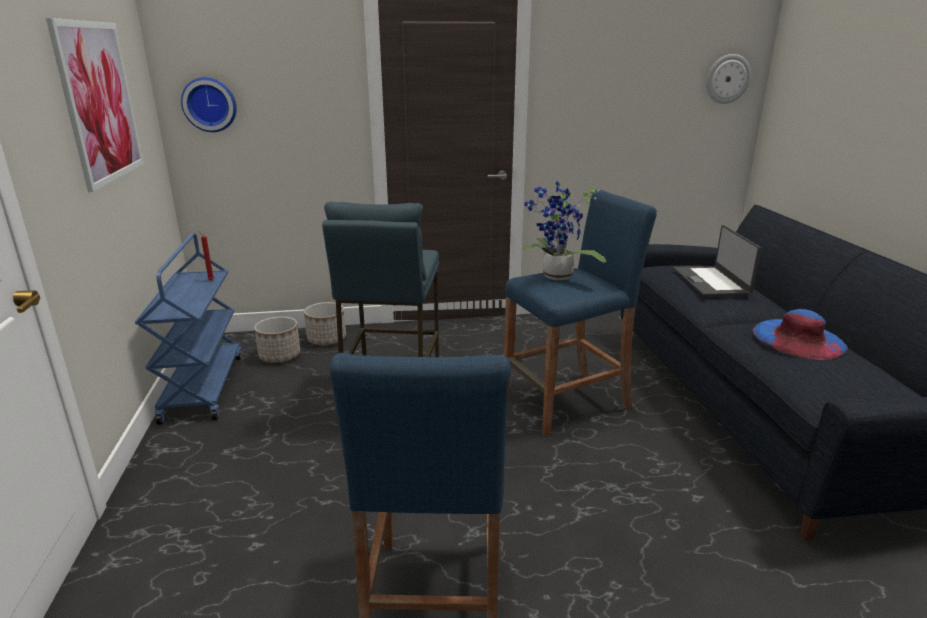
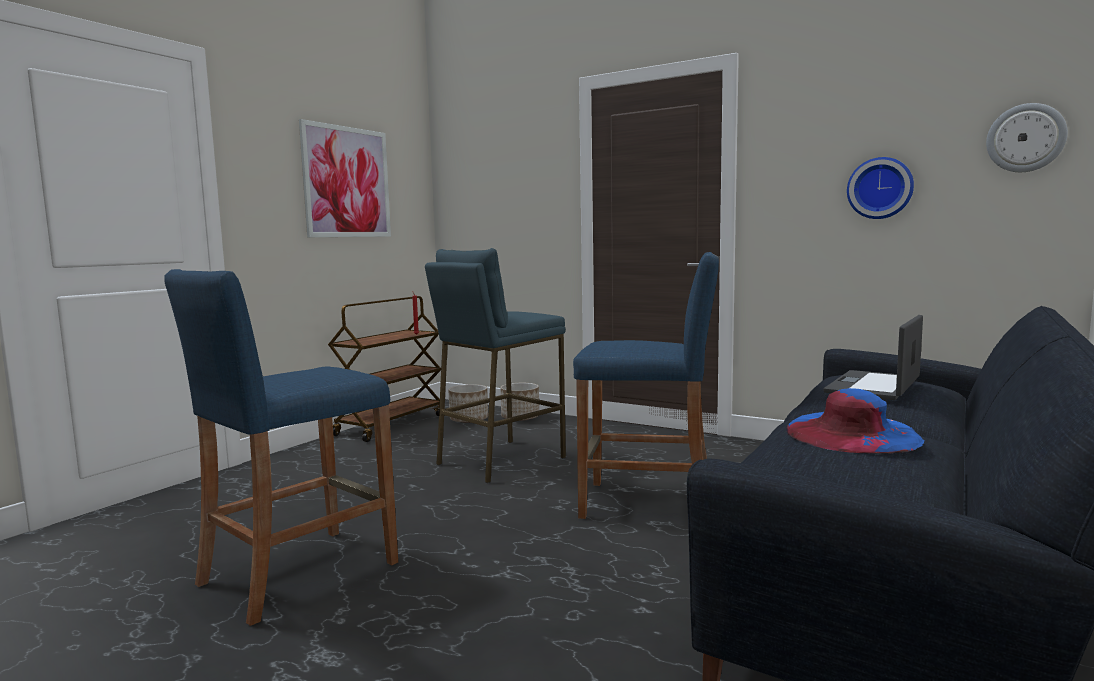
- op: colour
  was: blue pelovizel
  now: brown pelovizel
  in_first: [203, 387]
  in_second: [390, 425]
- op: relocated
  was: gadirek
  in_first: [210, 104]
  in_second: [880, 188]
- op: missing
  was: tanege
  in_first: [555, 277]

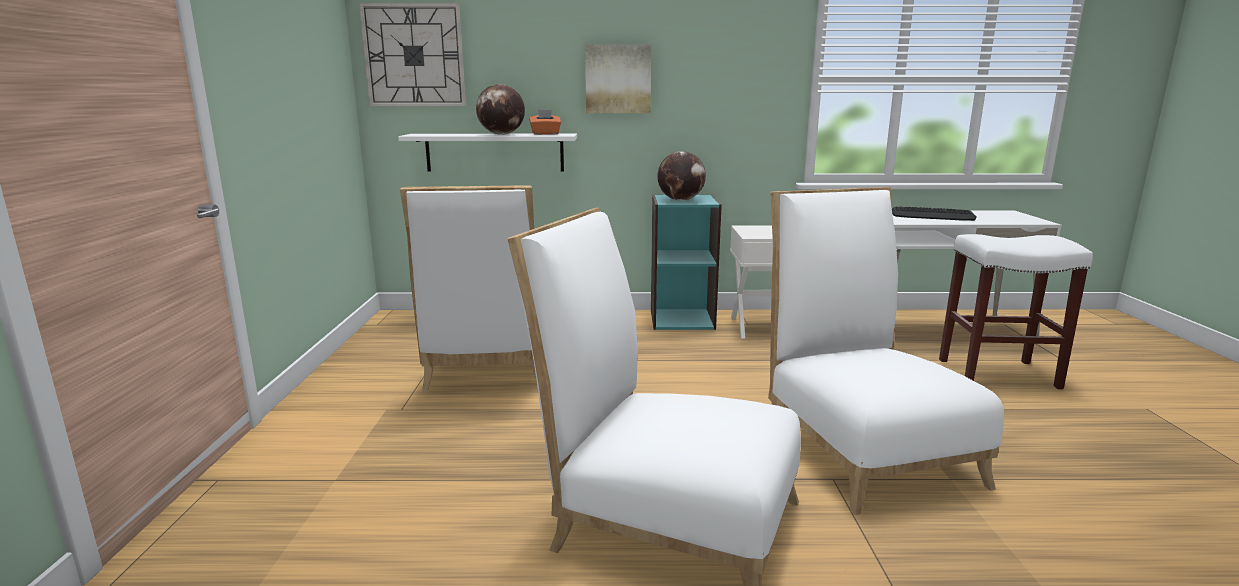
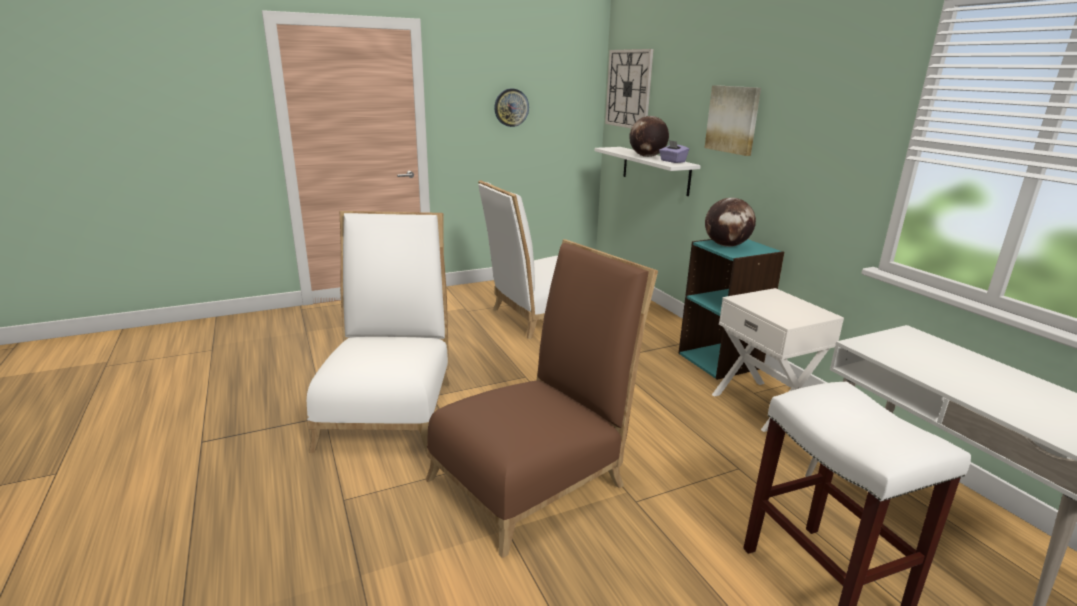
- op: colour
  was: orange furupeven
  now: purple furupeven
  in_first: [545, 134]
  in_second: [672, 161]
- op: colour
  was: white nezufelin
  now: brown nezufelin
  in_first: [860, 446]
  in_second: [535, 477]
- op: missing
  was: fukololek
  in_first: [932, 215]
- op: appeared
  now: gadirek
  in_second: [511, 107]

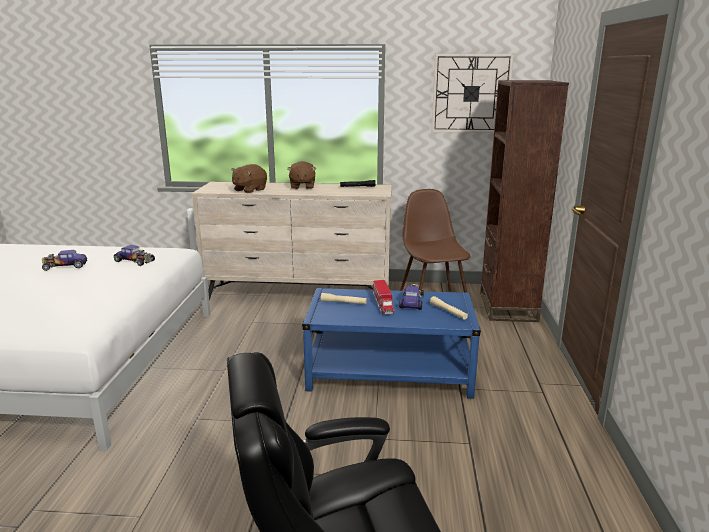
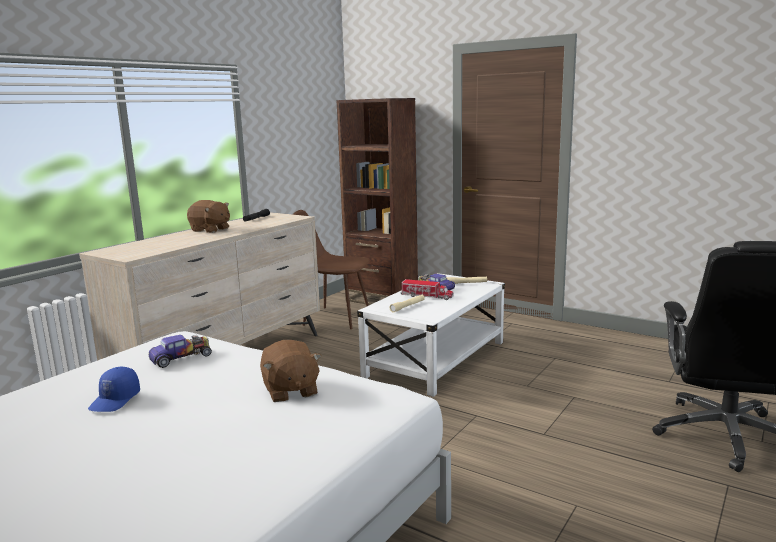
- op: exchanged
  was: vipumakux
  now: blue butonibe
  in_first: [65, 266]
  in_second: [115, 400]
- op: relocated
  was: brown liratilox
  in_first: [249, 190]
  in_second: [290, 391]
- op: colour
  was: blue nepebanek
  now: white nepebanek
  in_first: [389, 372]
  in_second: [436, 359]
- op: missing
  was: gadirek
  in_first: [471, 93]

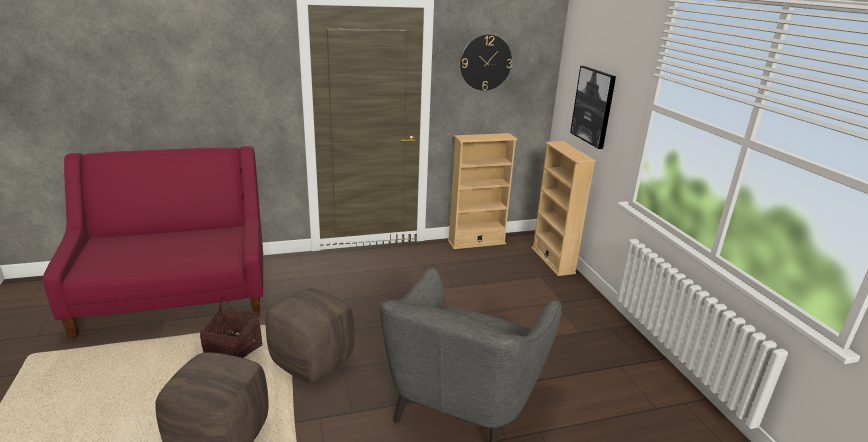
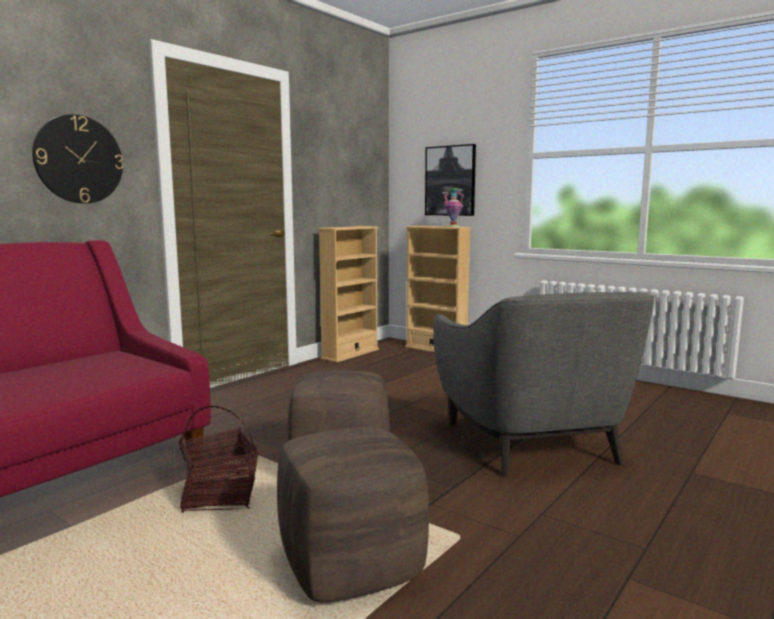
- op: relocated
  was: gadirek
  in_first: [485, 62]
  in_second: [79, 159]
- op: appeared
  now: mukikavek
  in_second: [453, 226]

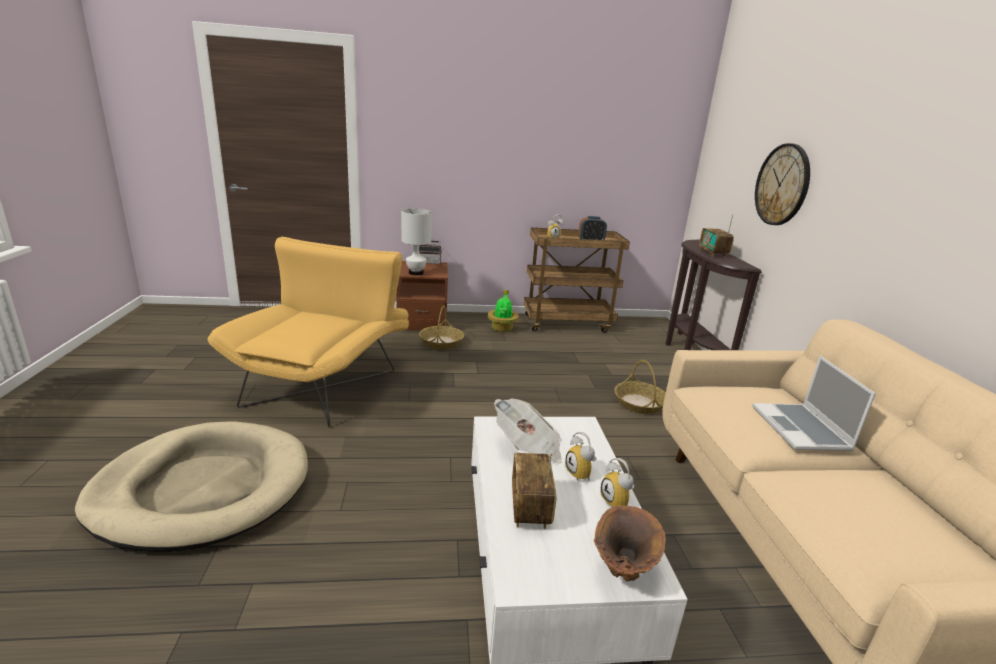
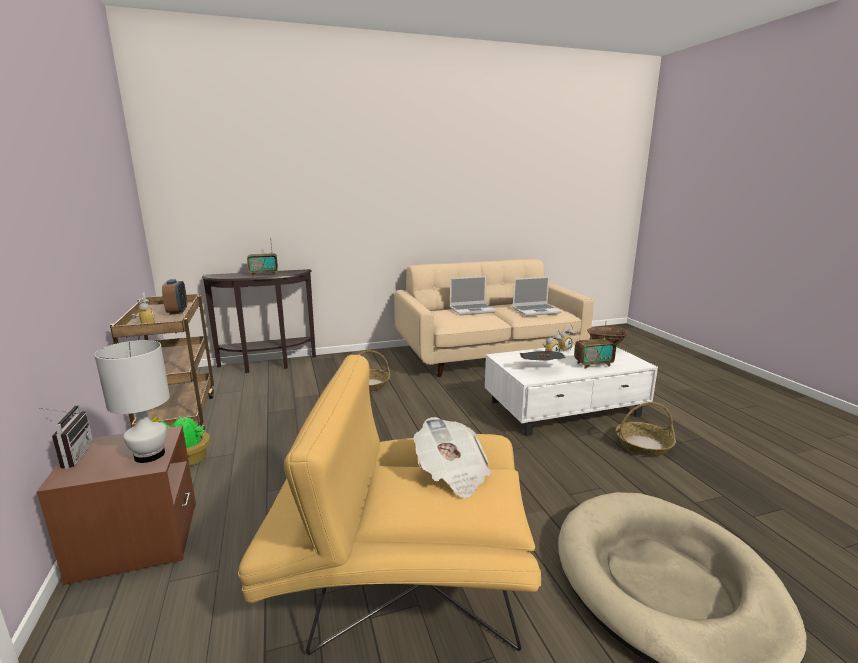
- op: relocated
  was: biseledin
  in_first: [441, 342]
  in_second: [643, 445]
- op: missing
  was: gadirek
  in_first: [782, 185]
- op: appeared
  now: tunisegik
  in_second: [452, 474]
- op: appeared
  now: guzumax
  in_second: [536, 311]

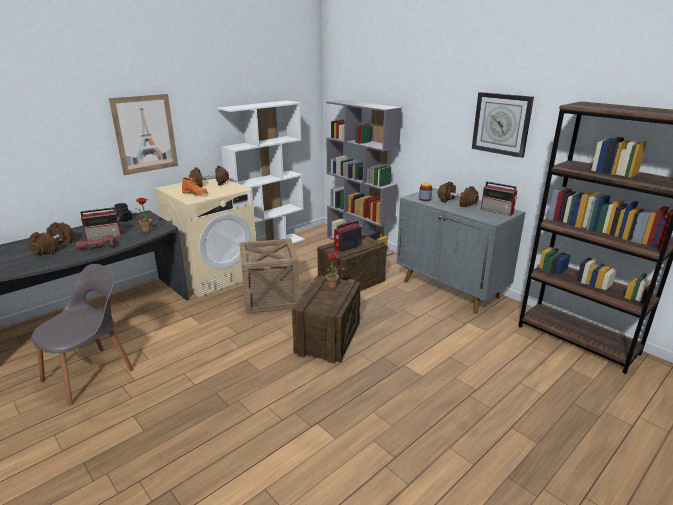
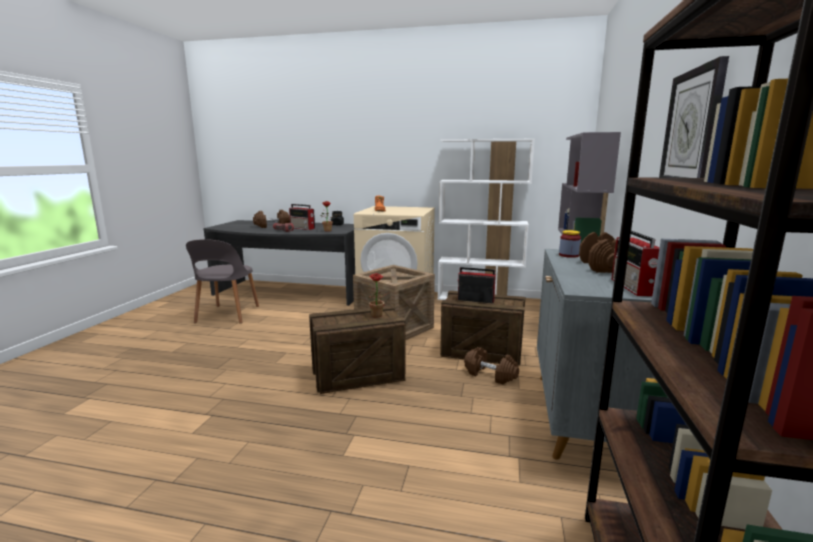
- op: spun
  was: grey nezufelin
  in_first: [90, 373]
  in_second: [227, 315]
  clockwise: 90
- op: missing
  was: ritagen
  in_first: [145, 134]
- op: relocated
  was: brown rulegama
  in_first: [210, 184]
  in_second: [490, 375]

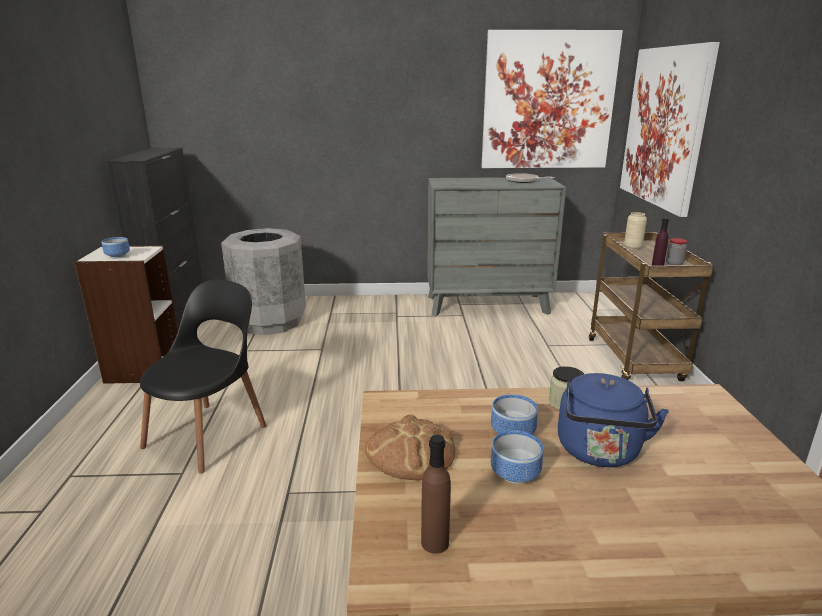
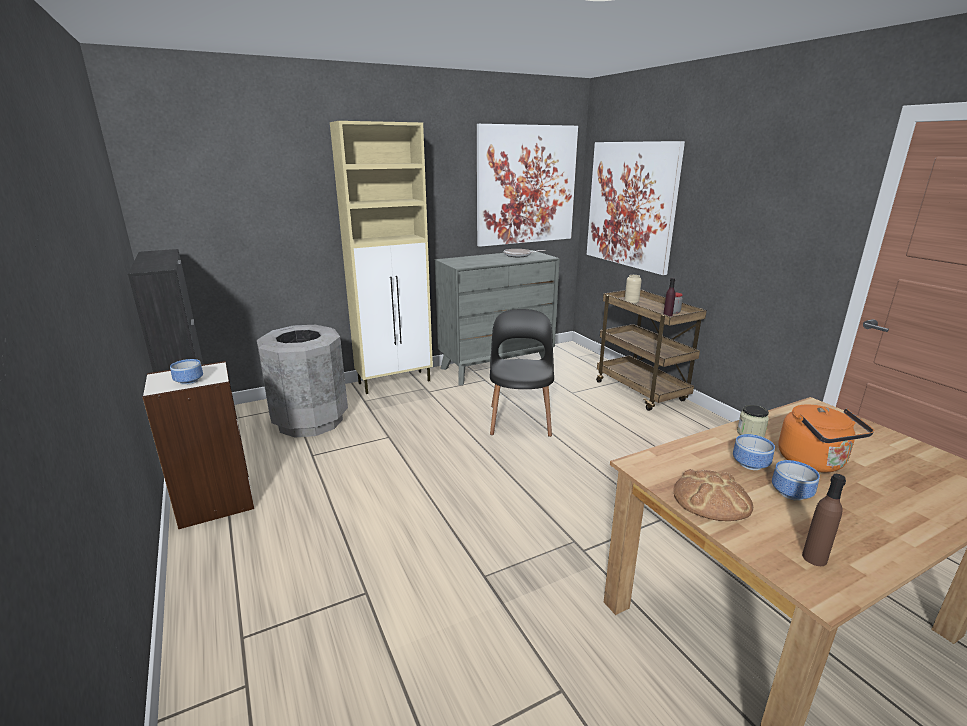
- op: relocated
  was: black nezufelin
  in_first: [209, 434]
  in_second: [520, 418]
- op: colour
  was: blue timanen
  now: orange timanen
  in_first: [599, 452]
  in_second: [814, 463]
- op: appeared
  now: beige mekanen
  in_second: [395, 382]

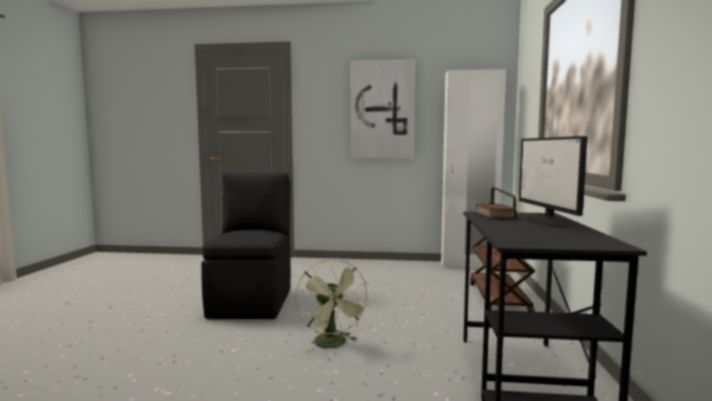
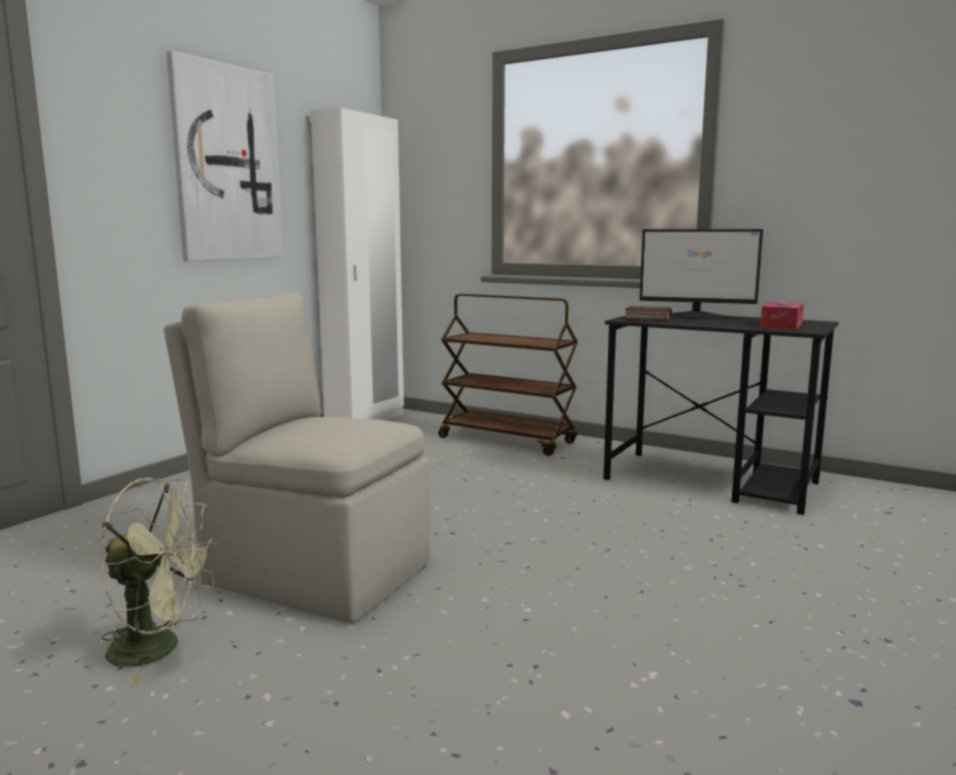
- op: colour
  was: black nezufelin
  now: beige nezufelin
  in_first: [252, 302]
  in_second: [314, 572]
- op: relocated
  was: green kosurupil
  in_first: [333, 344]
  in_second: [160, 648]
- op: appeared
  now: furupeven
  in_second: [781, 325]

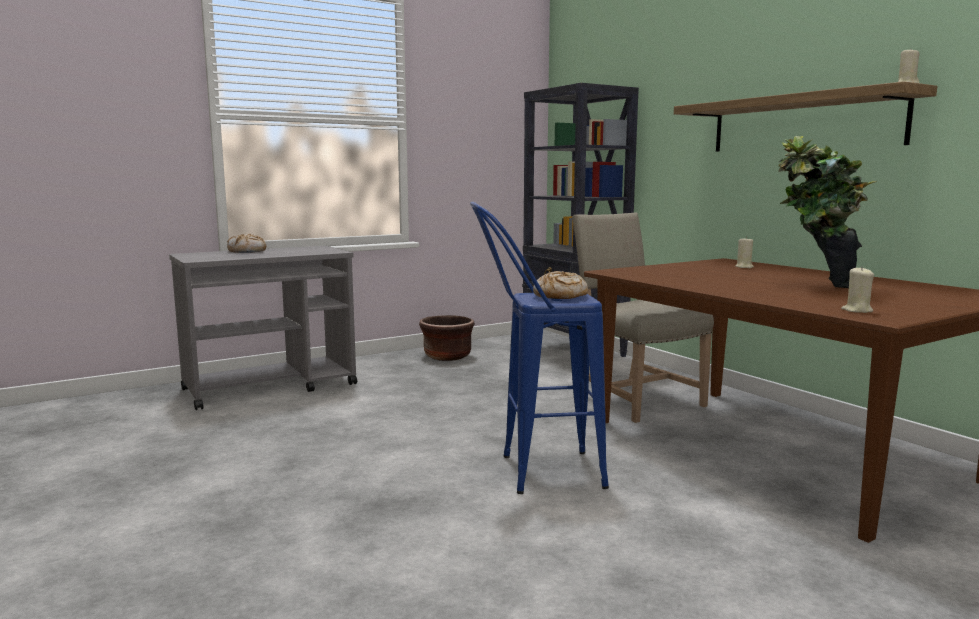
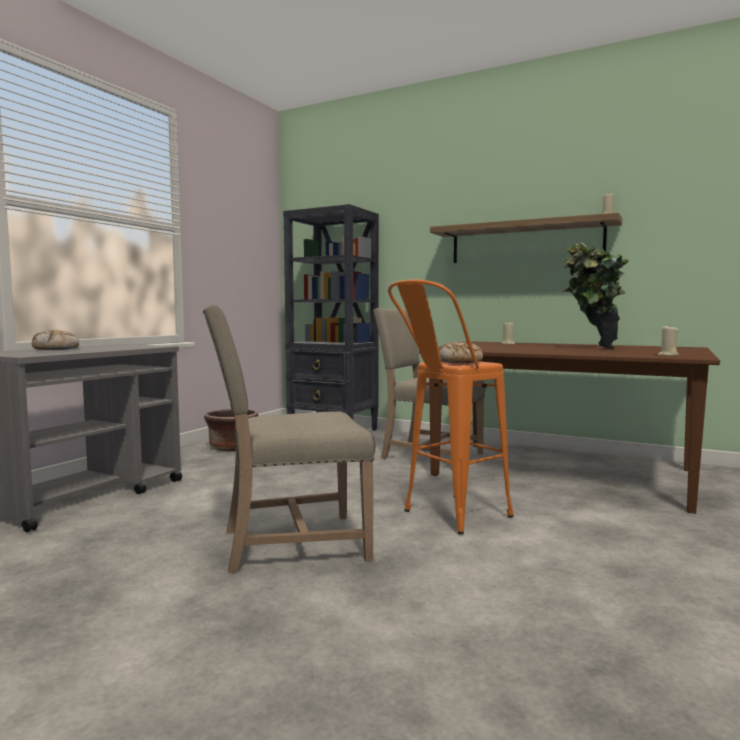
- op: colour
  was: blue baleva
  now: orange baleva
  in_first: [534, 473]
  in_second: [446, 518]
- op: appeared
  now: beige nezufelin
  in_second: [289, 544]

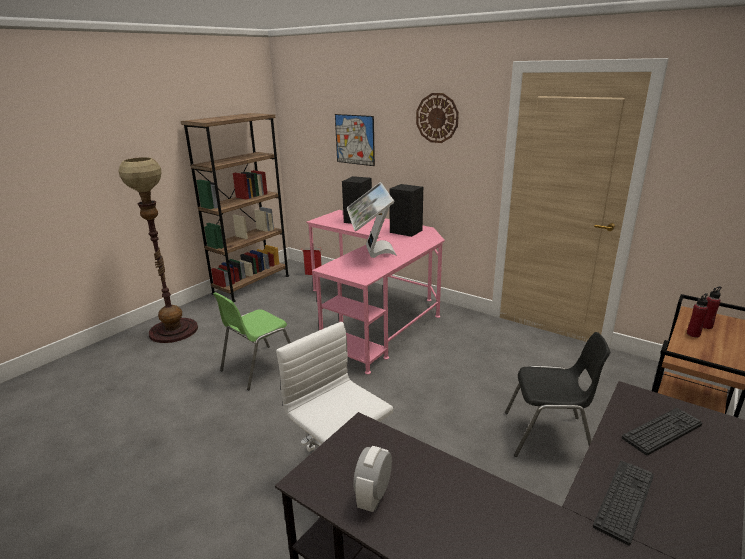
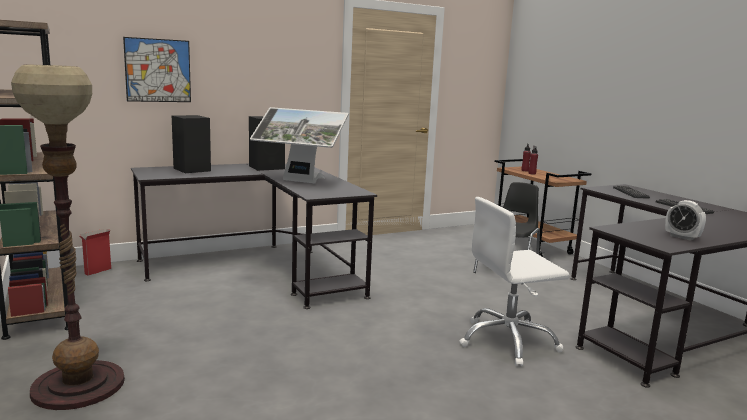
- op: missing
  was: green nezufelin
  in_first: [258, 367]
- op: colour
  was: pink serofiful
  now: black serofiful
  in_first: [376, 313]
  in_second: [260, 269]
- op: missing
  was: gadirek
  in_first: [437, 118]

